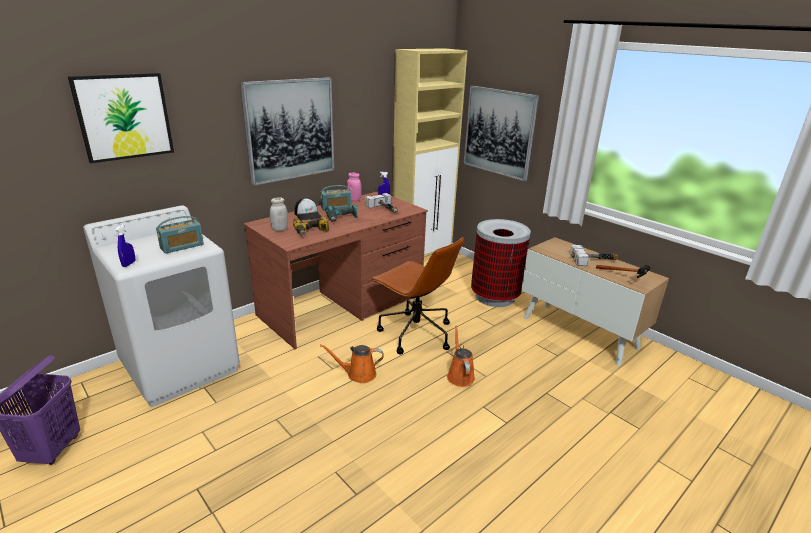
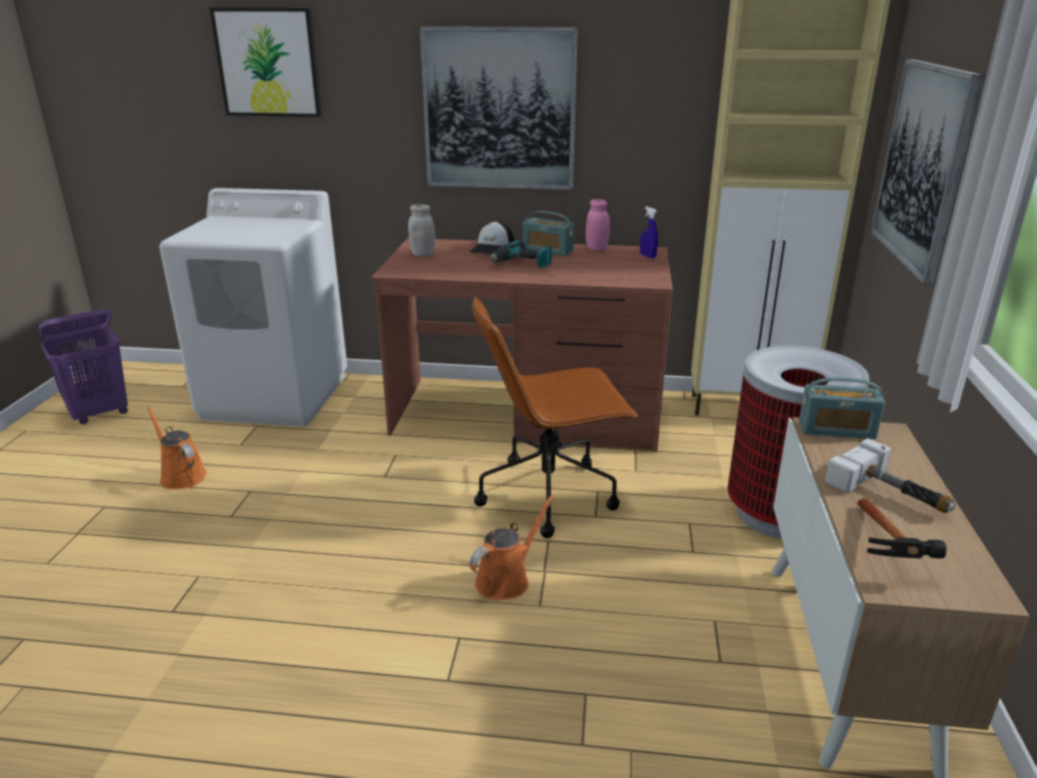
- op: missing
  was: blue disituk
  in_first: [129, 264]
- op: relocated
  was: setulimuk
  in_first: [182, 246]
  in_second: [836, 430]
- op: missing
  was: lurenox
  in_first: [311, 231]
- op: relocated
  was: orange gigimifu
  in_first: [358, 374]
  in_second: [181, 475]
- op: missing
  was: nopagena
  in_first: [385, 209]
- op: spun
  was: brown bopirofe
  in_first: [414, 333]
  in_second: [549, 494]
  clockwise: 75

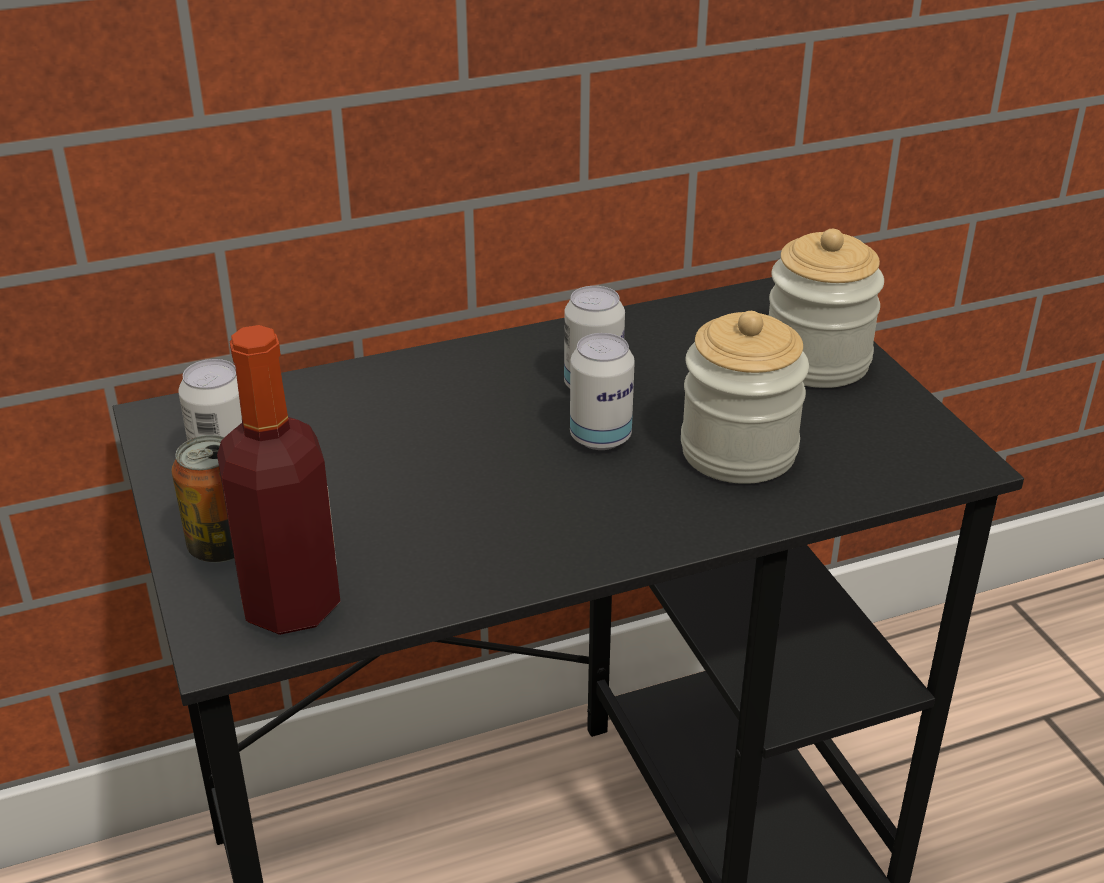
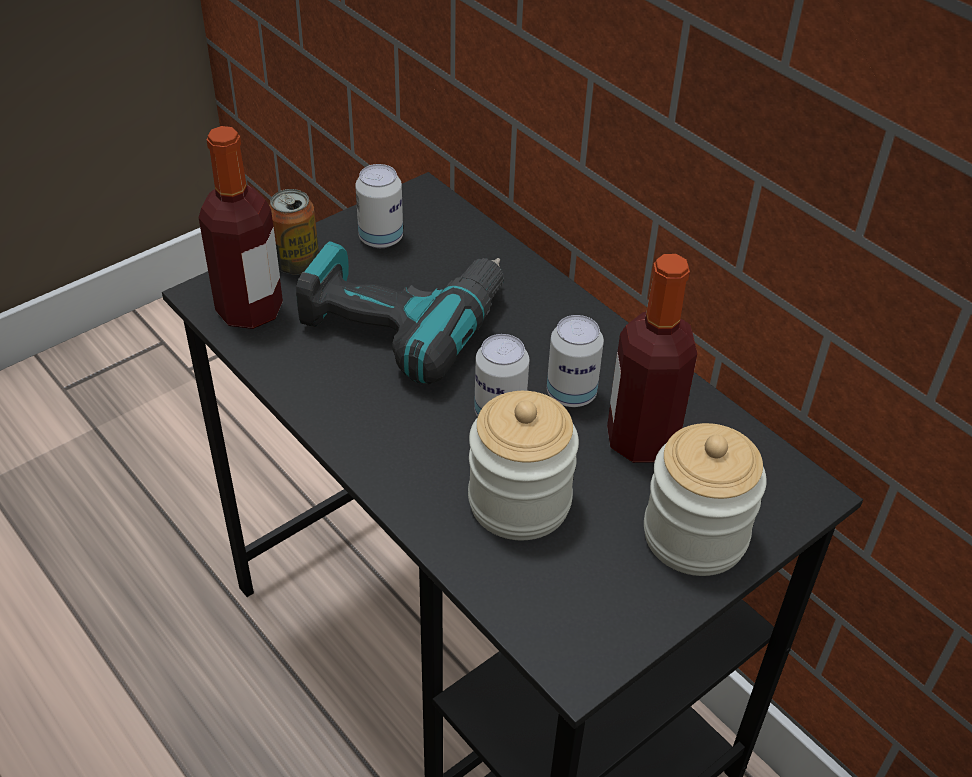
- op: appeared
  now: lurenox
  in_second: [402, 319]
- op: appeared
  now: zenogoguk
  in_second: [641, 440]

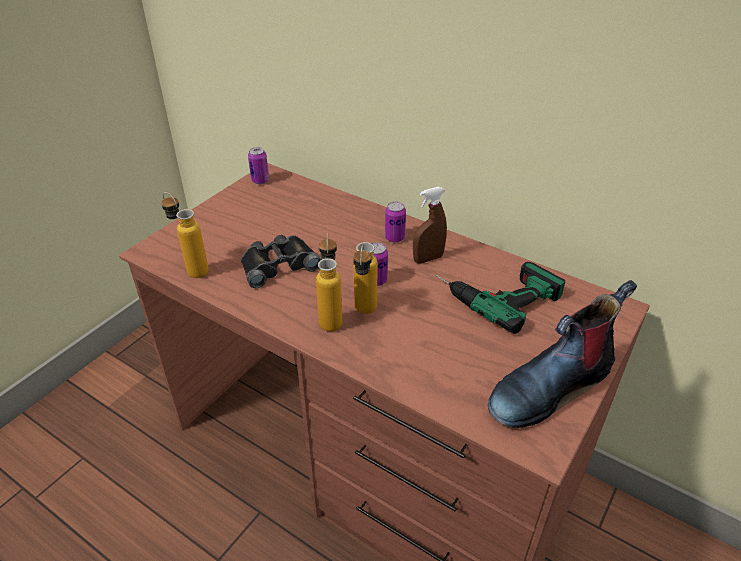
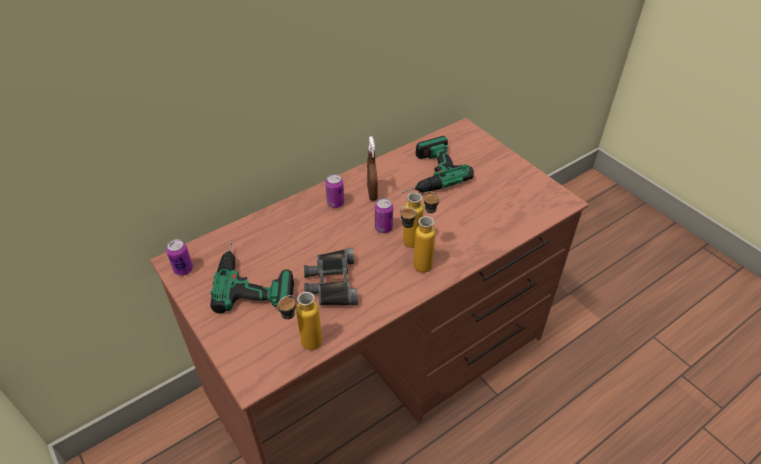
- op: missing
  was: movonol
  in_first: [550, 386]
- op: appeared
  now: lurenox
  in_second: [255, 278]

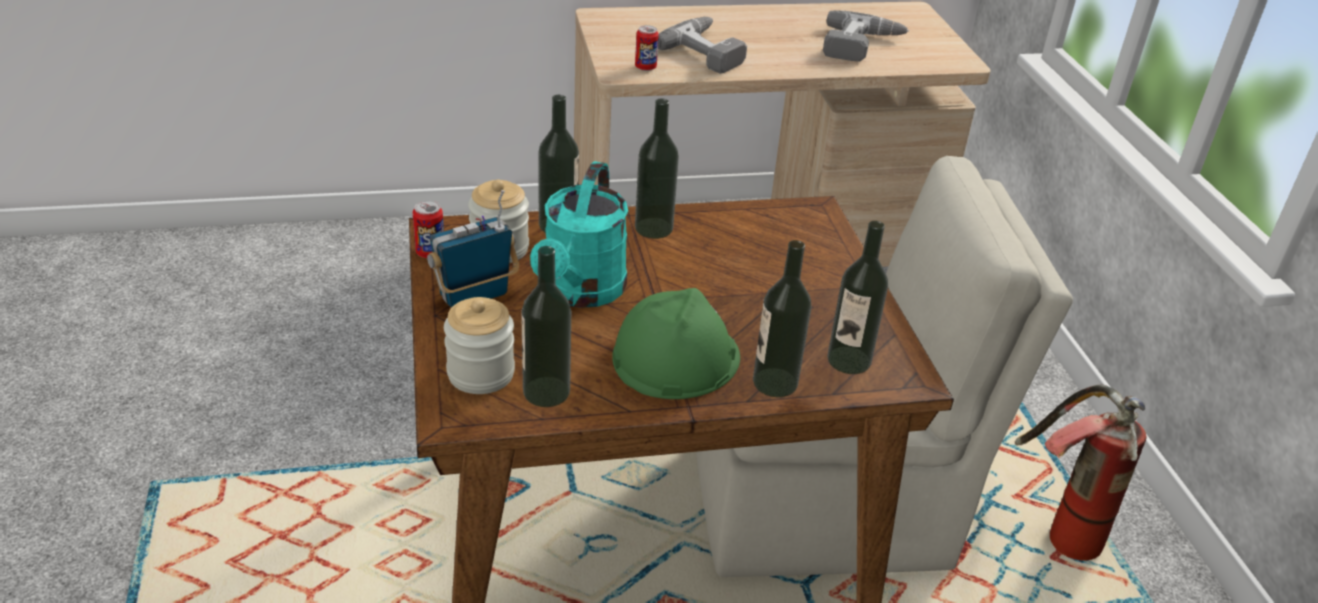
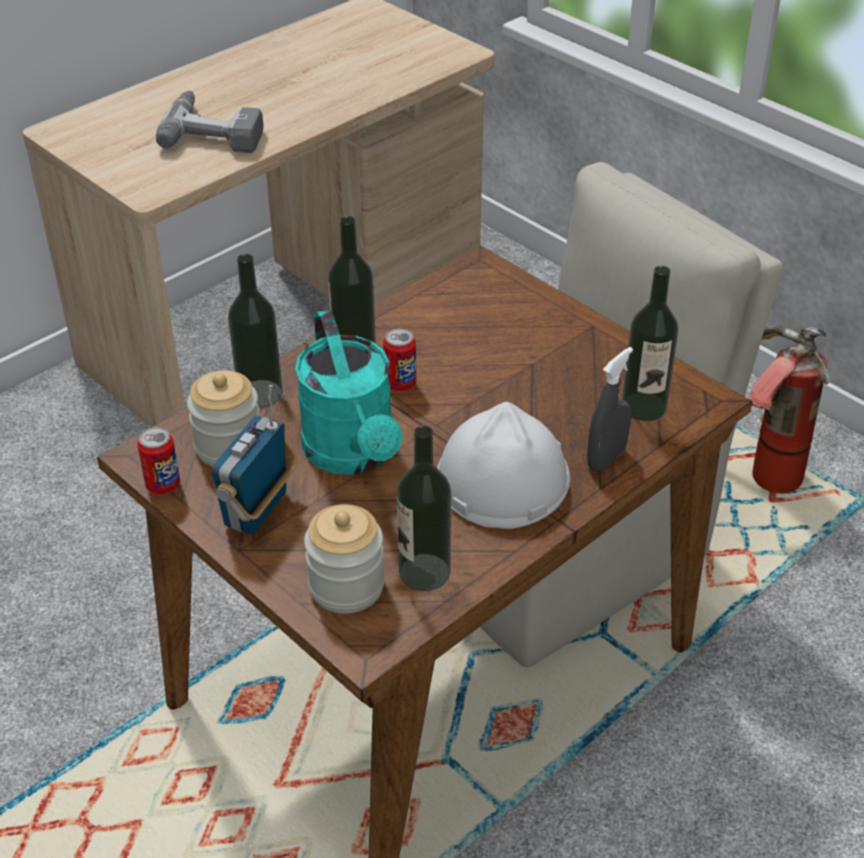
- op: colour
  was: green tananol
  now: white tananol
  in_first: [675, 357]
  in_second: [502, 477]
- op: relocated
  was: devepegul
  in_first: [645, 67]
  in_second: [400, 384]
- op: exchanged
  was: zenogoguk
  now: grey disituk
  in_first: [775, 382]
  in_second: [606, 459]
- op: missing
  was: lurenox
  in_first: [862, 46]

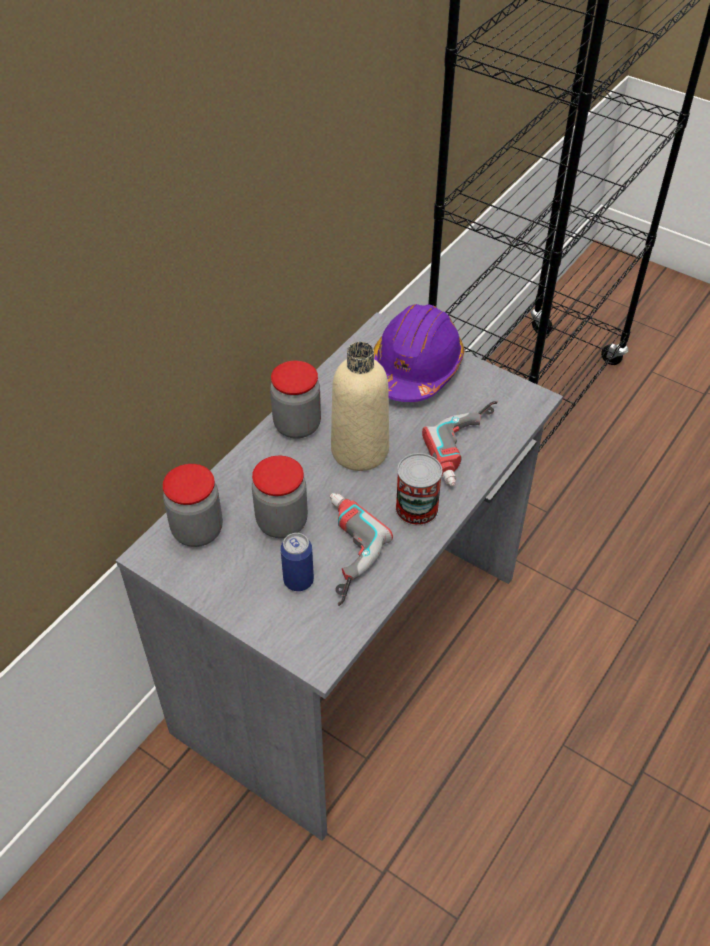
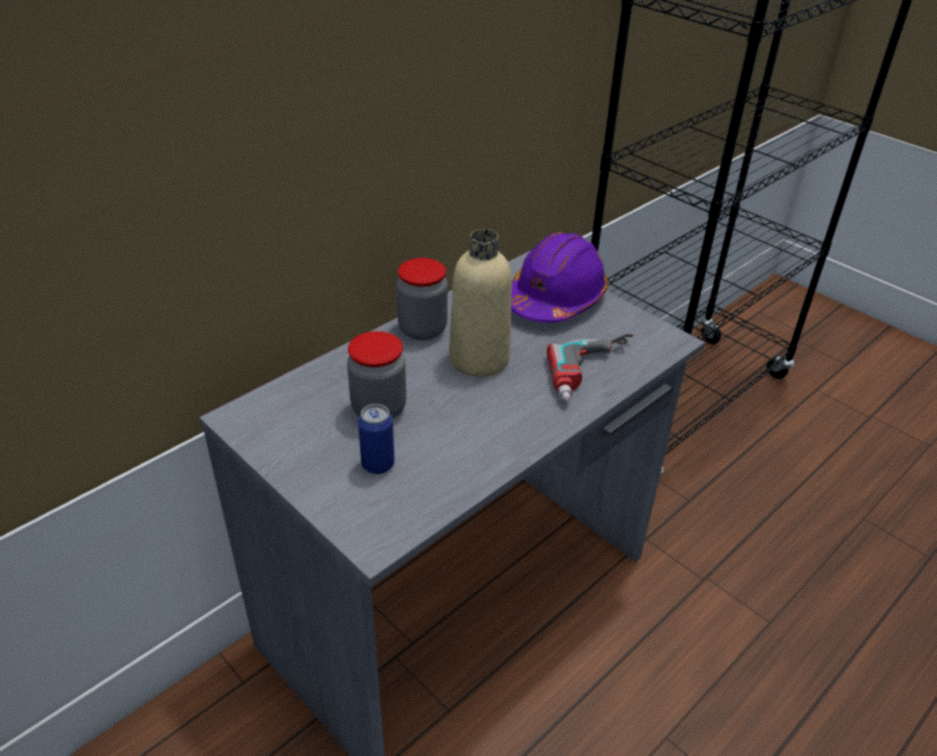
- op: missing
  was: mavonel
  in_first: [197, 530]
- op: missing
  was: lurenox
  in_first: [337, 551]
- op: missing
  was: devepegul
  in_first: [416, 509]

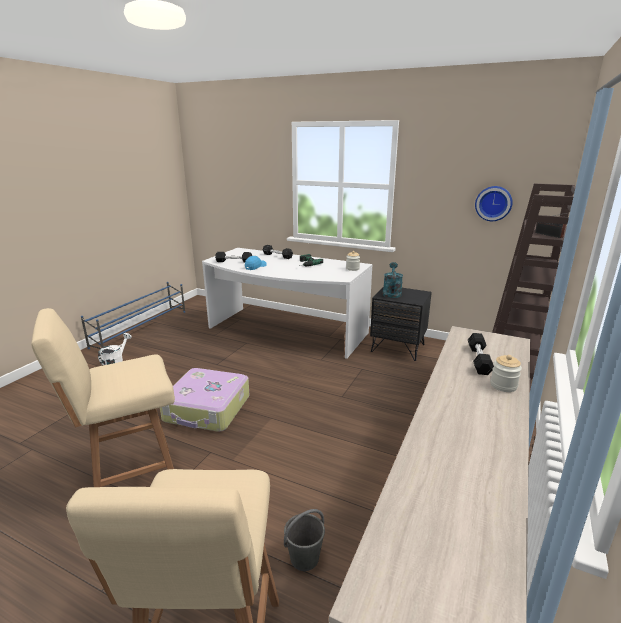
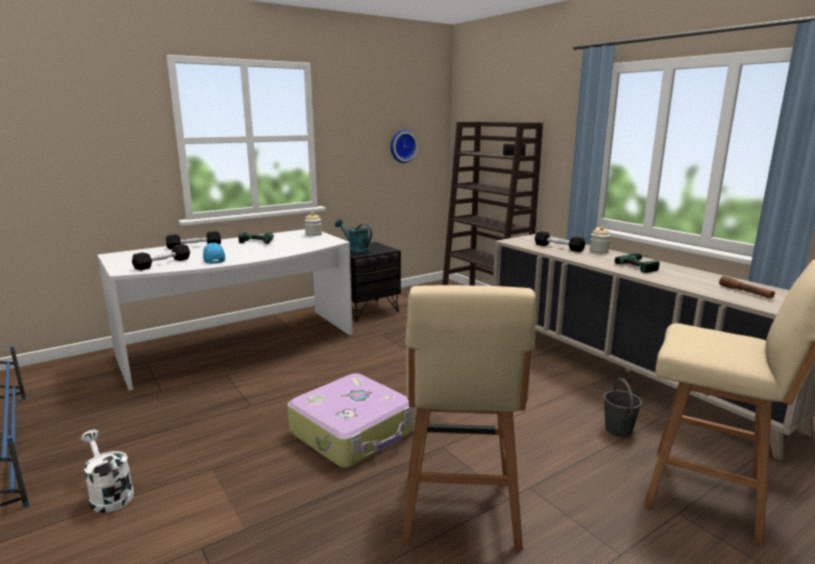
- op: appeared
  now: lurenox
  in_second: [643, 265]
- op: appeared
  now: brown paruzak
  in_second: [745, 292]

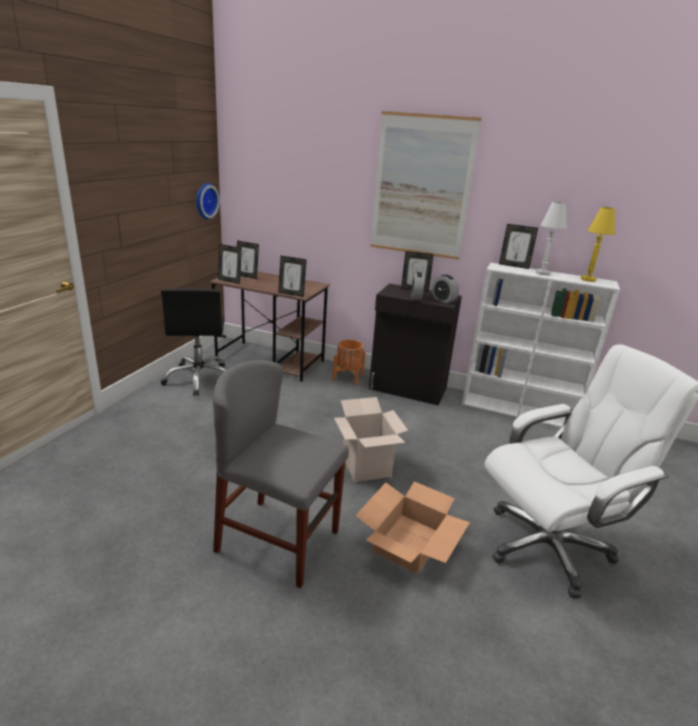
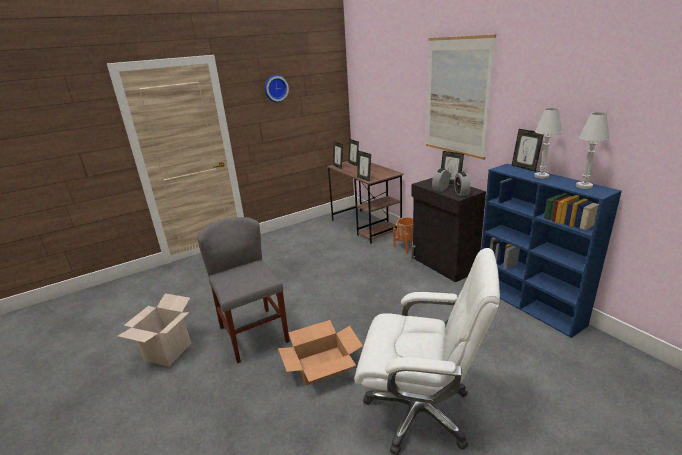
- op: missing
  was: black bopirofe
  in_first: [200, 378]
- op: relocated
  was: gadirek
  in_first: [205, 201]
  in_second: [275, 88]
- op: relocated
  was: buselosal
  in_first: [366, 467]
  in_second: [167, 352]
- op: colour
  was: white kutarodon
  now: blue kutarodon
  in_first: [520, 411]
  in_second: [529, 305]
- op: colour
  was: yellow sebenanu
  now: white sebenanu
  in_first: [588, 279]
  in_second: [584, 186]

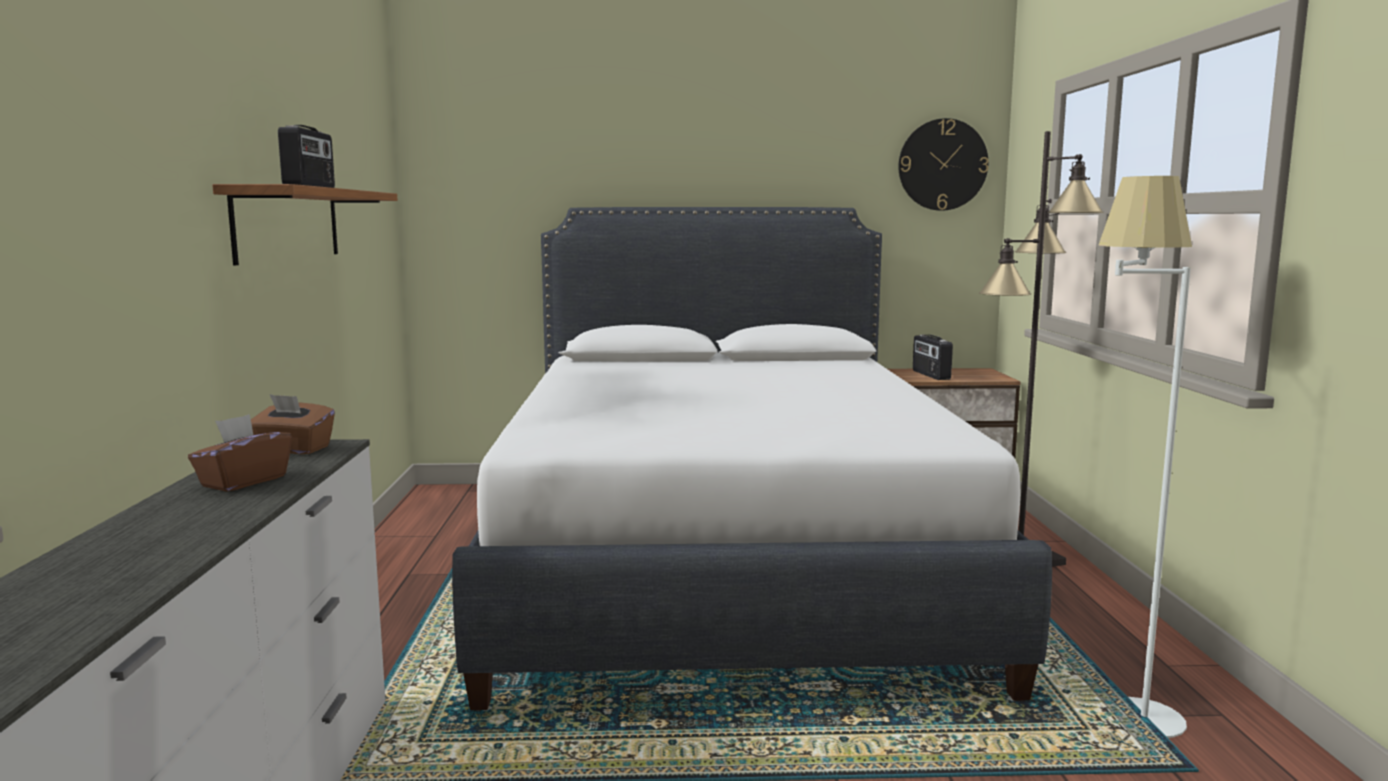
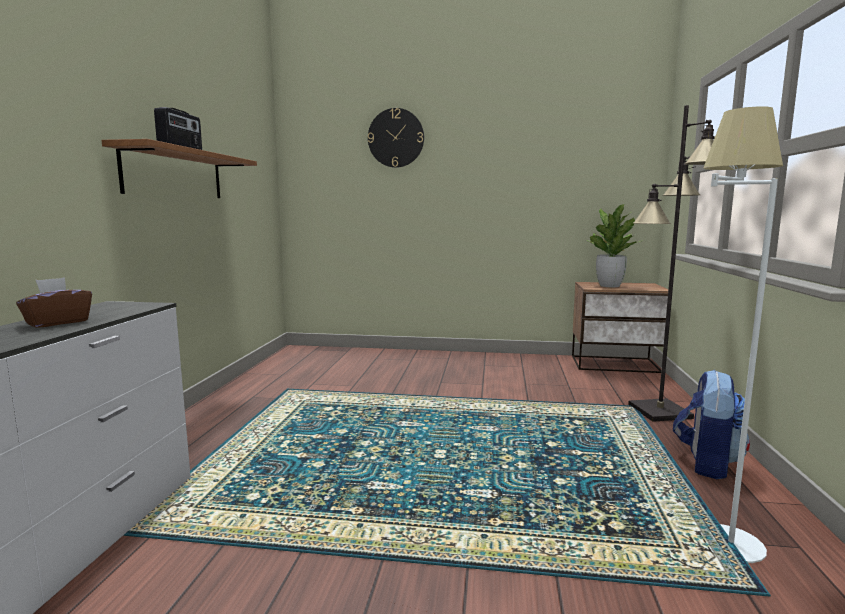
- op: missing
  was: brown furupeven
  in_first: [292, 449]
- op: missing
  was: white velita
  in_first: [726, 563]
- op: relocated
  was: gadirek
  in_first: [942, 165]
  in_second: [396, 138]
- op: exchanged
  was: setulimuk
  now: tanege
  in_first: [930, 375]
  in_second: [609, 286]
- op: appeared
  now: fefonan
  in_second: [706, 463]

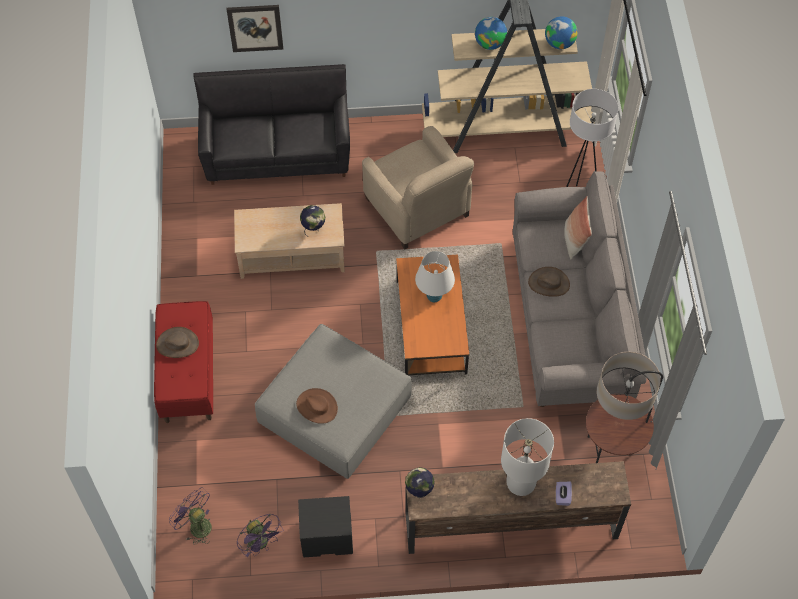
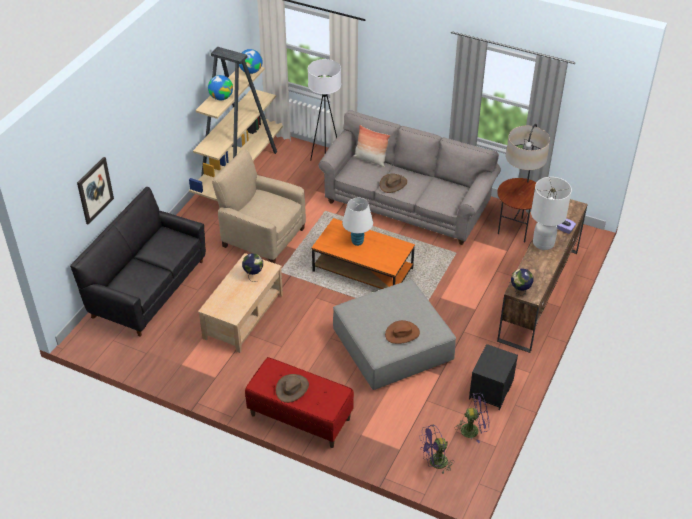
- op: spun
  was: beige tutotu
  in_first: [417, 208]
  in_second: [262, 237]
  clockwise: -150

